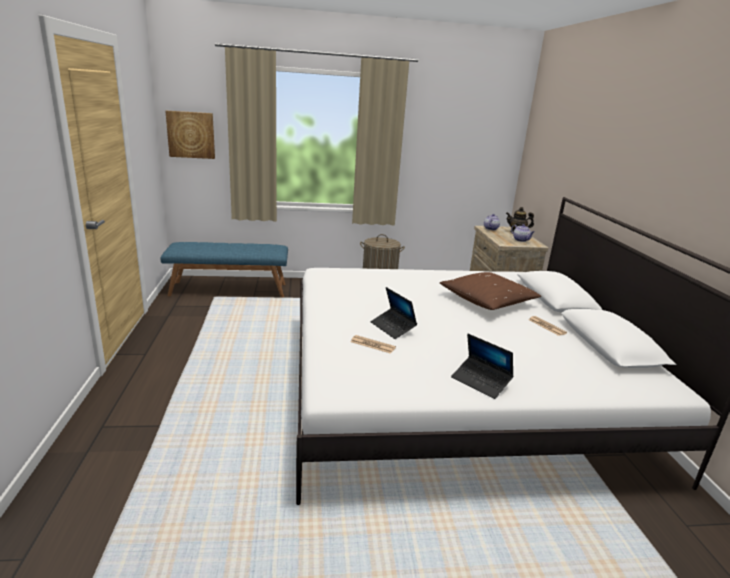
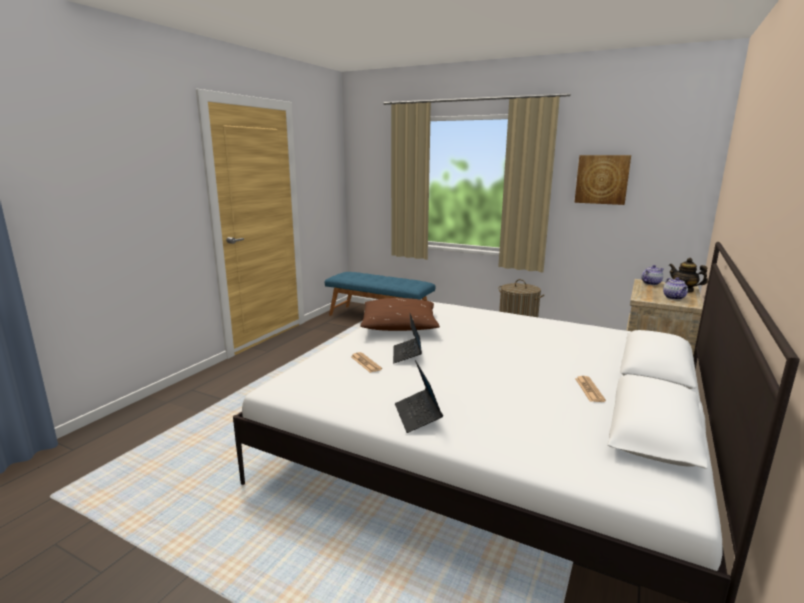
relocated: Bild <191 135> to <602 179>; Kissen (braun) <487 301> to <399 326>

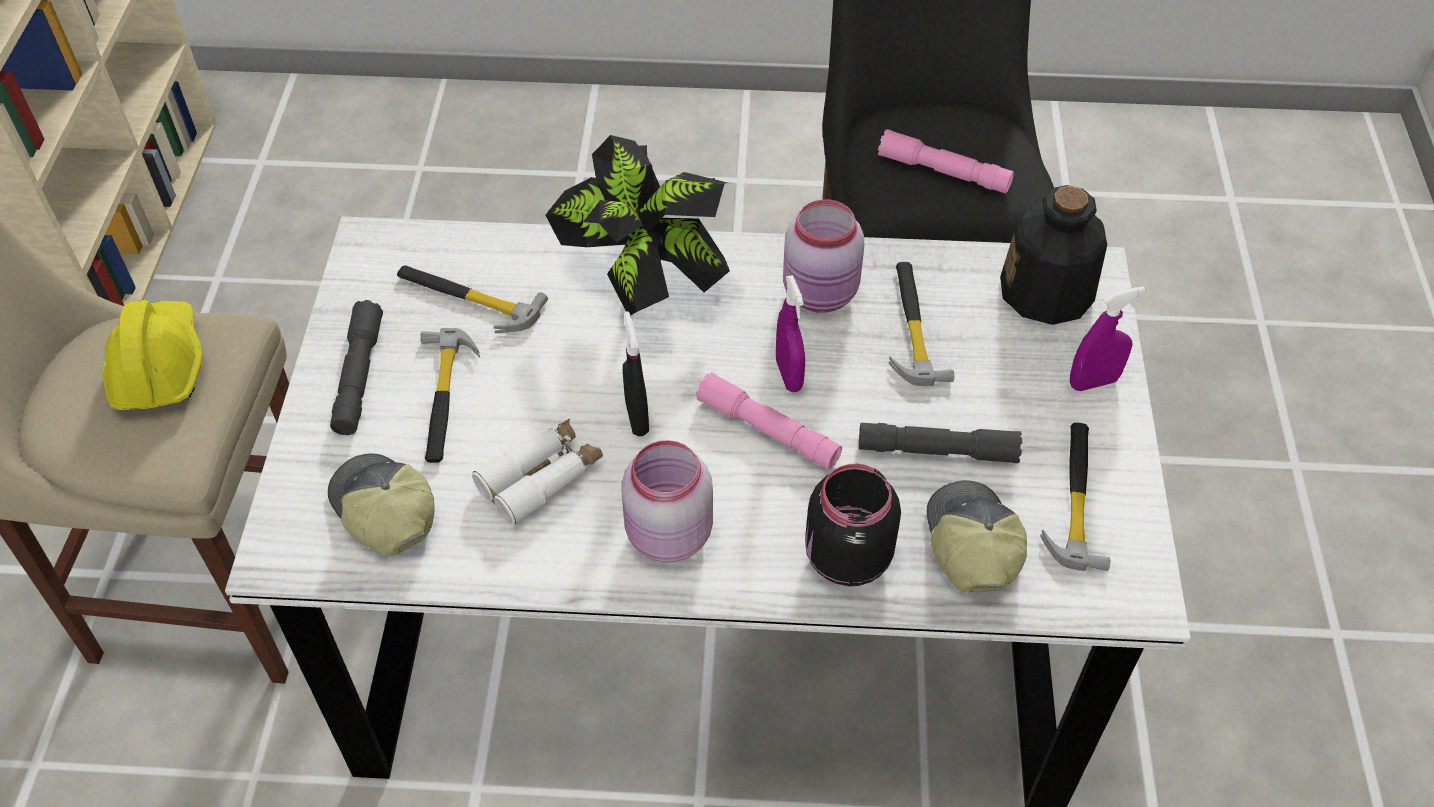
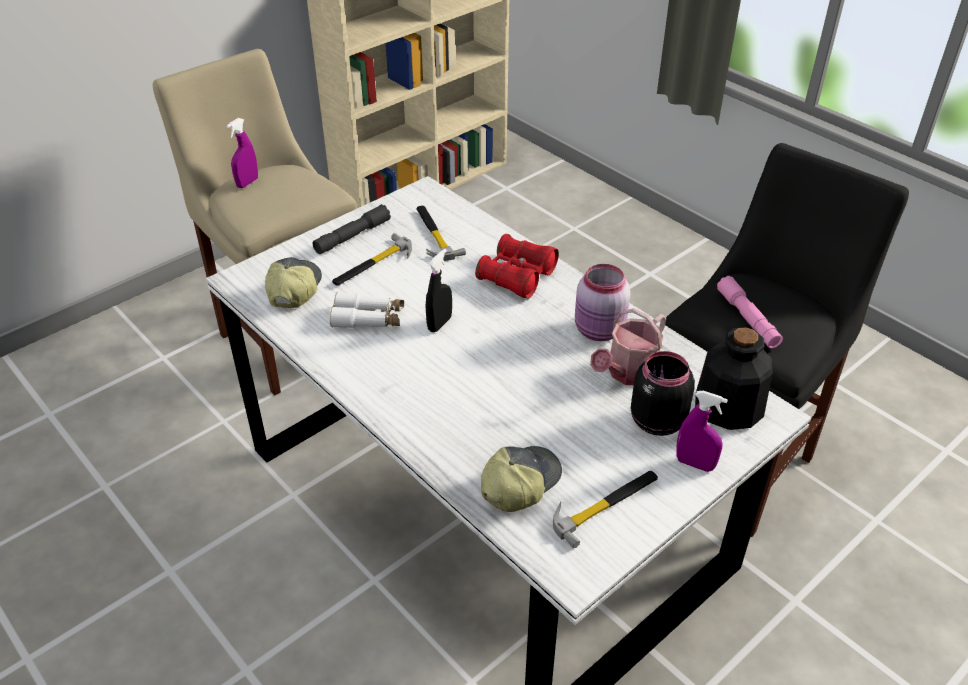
missing: Schutzhelm (gelb) <158 365>; Vorratsglas (rosa) <666 535>; Taschenlampe (rosa) <768 430>; Taschenlampe (grau) <937 451>
relocated: Sprühflasche (lila) <789 375> to <247 183>; Vorratsglas (schwarz) <845 559> to <655 420>
exchanged: Topfpflanze <645 287> to Fernglas (rot) <517 276>; Hammer <912 325> to Gießkanne <627 373>

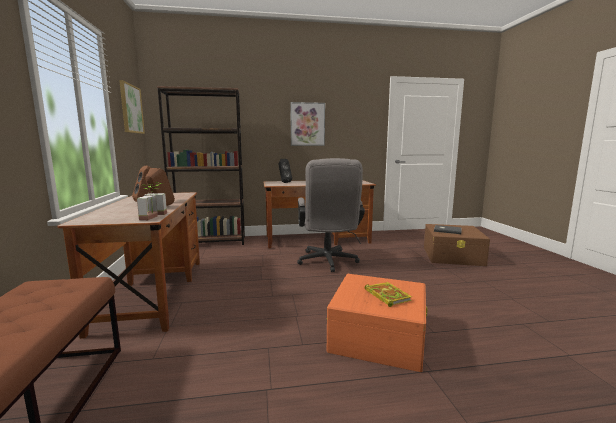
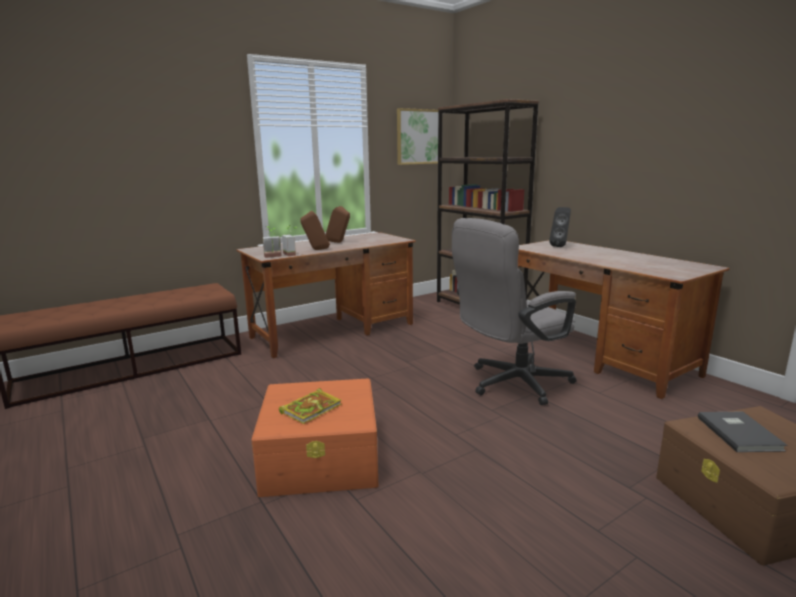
missing: Bild <307 124>

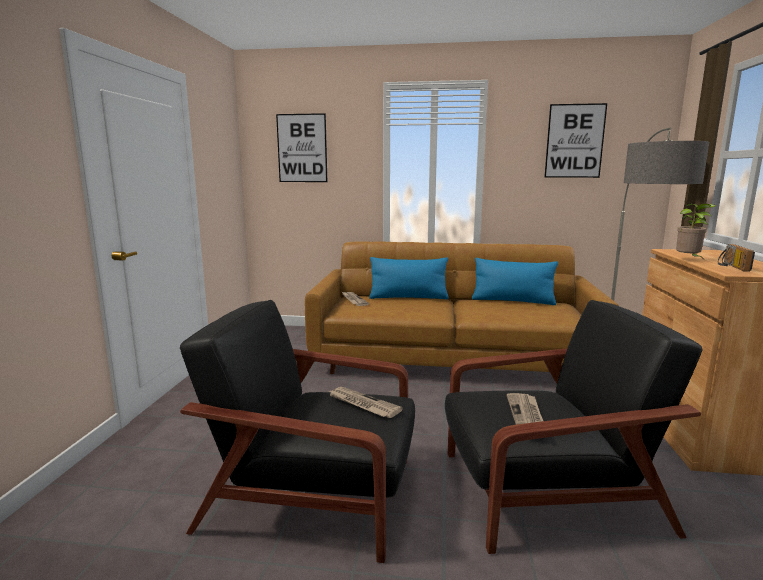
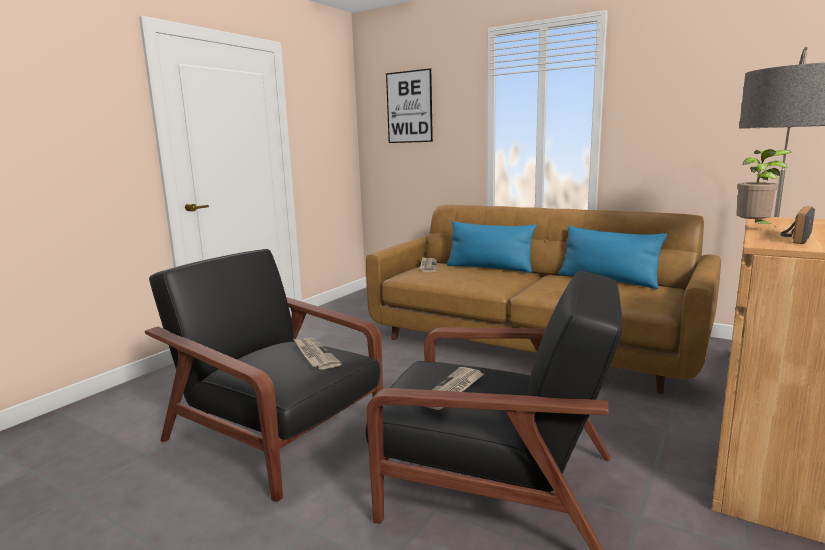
missing: Bild <574 141>

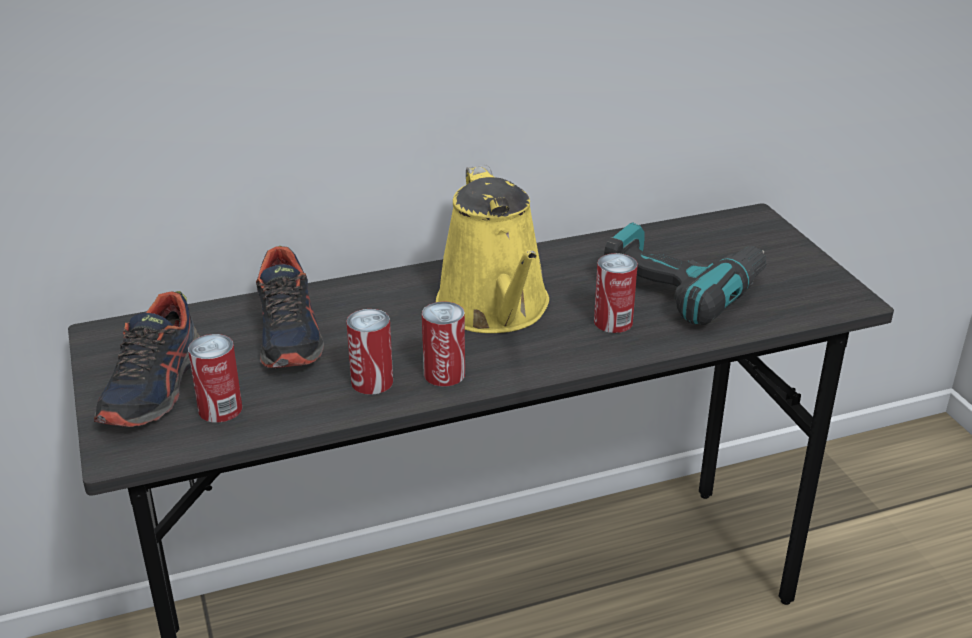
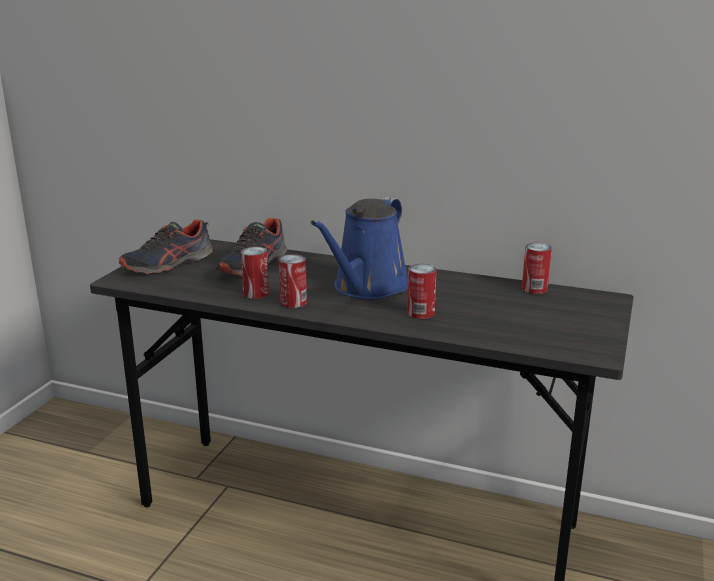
missing: Bohrmaschine <681 286>
relocated: Dose <220 409> to <534 288>
colour: Gießkanne (gelb) <495 309> to Gießkanne (blau) <367 288>

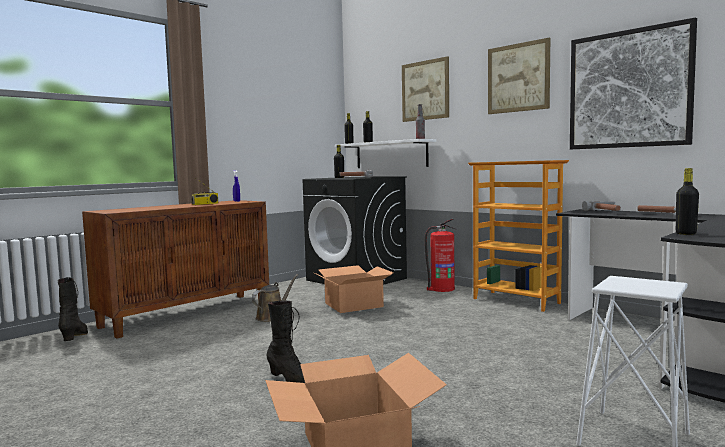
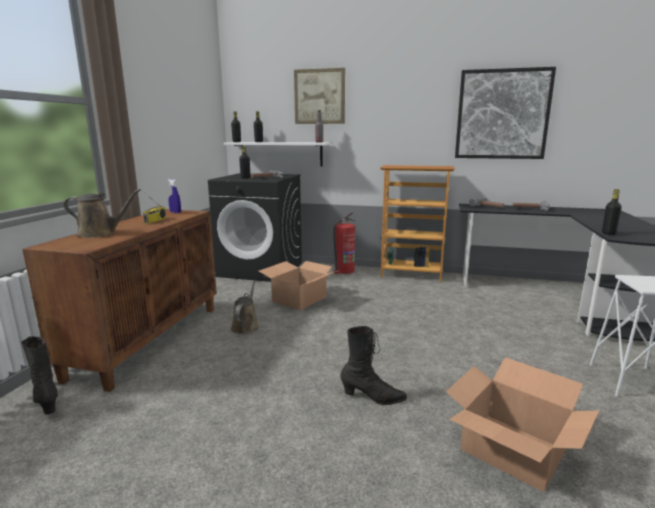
missing: Bild <518 77>
appeared: Gießkanne (braun) <100 233>

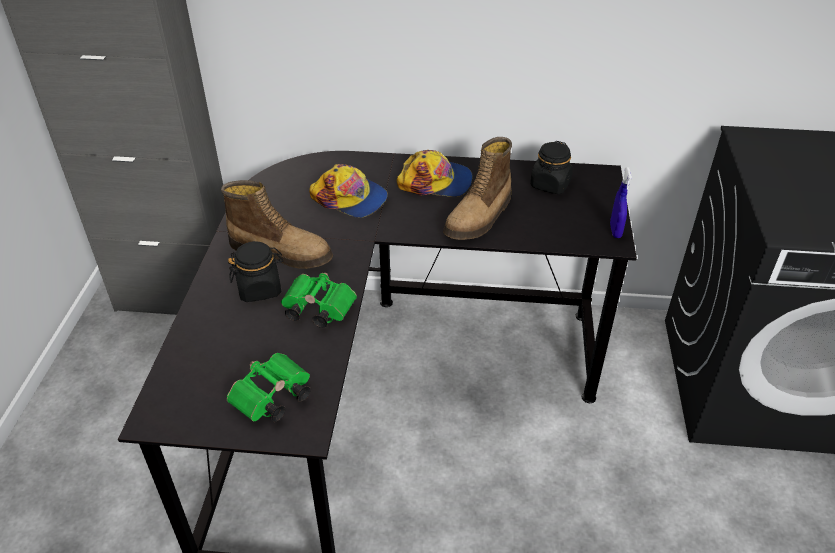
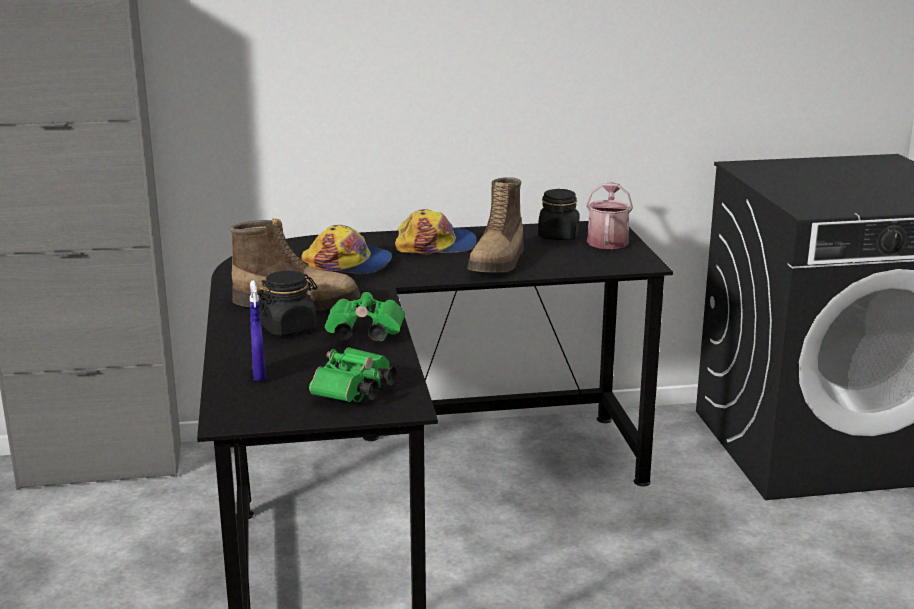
appeared: Gießkanne <607 240>
relocated: Sprühflasche (blau) <615 231> to <259 375>

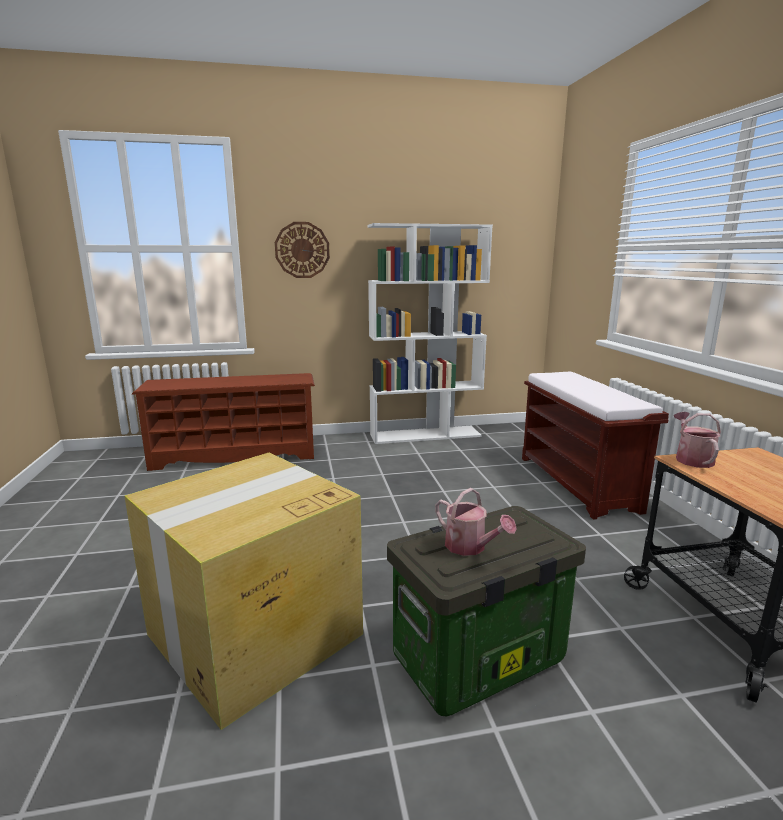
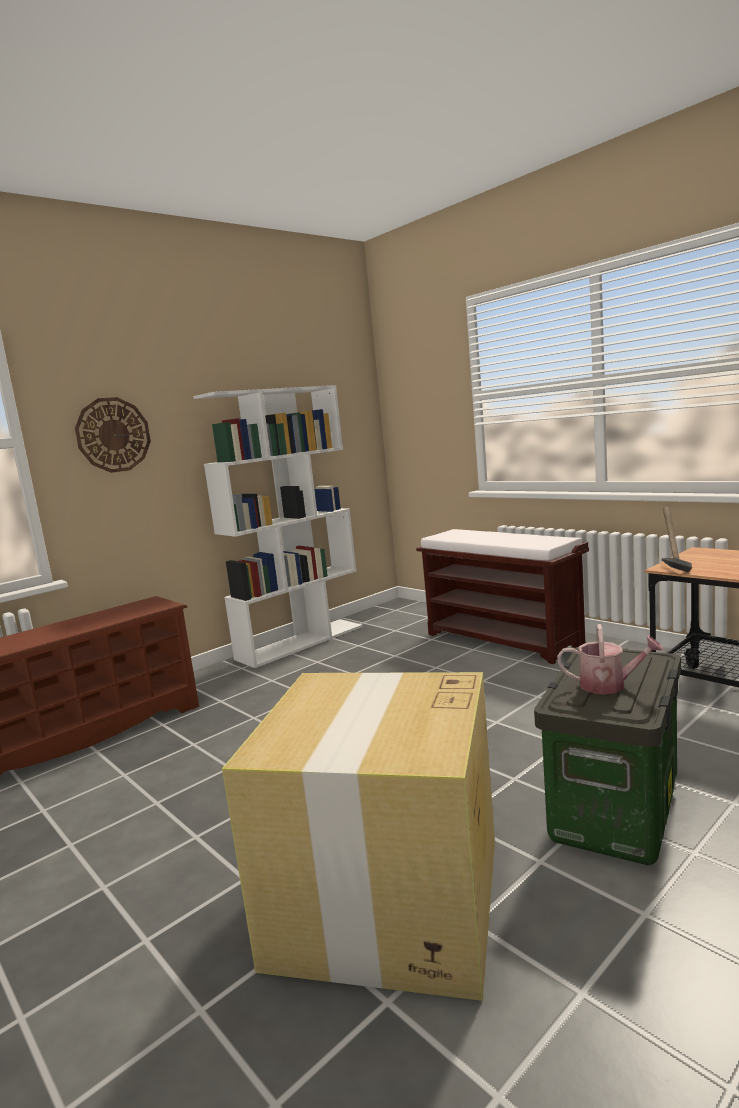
exchanged: Gießkanne <691 459> to Hammer <671 565>

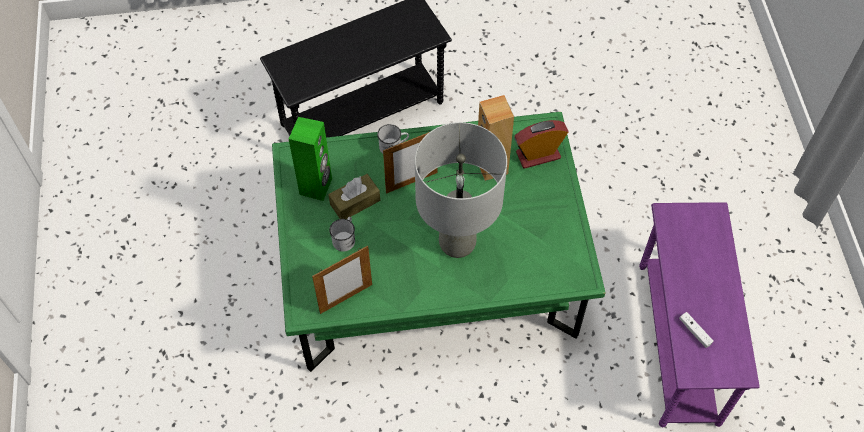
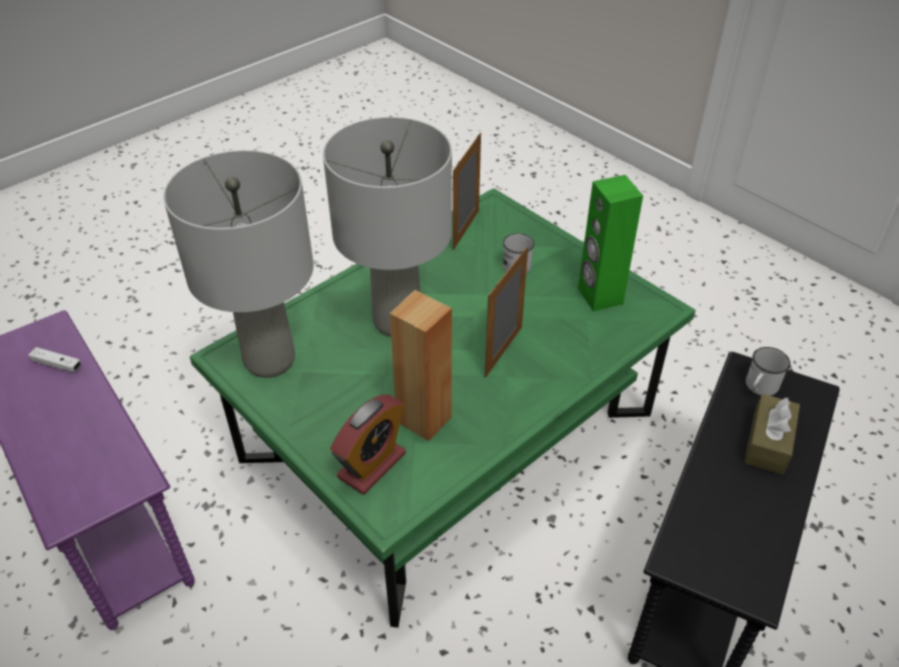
appeared: Tischlampe (grau) <270 359>
relocated: Taschentuchbox (braun) <355 202> to <768 443>; Henkelbecher (weiß) <393 146> to <759 387>

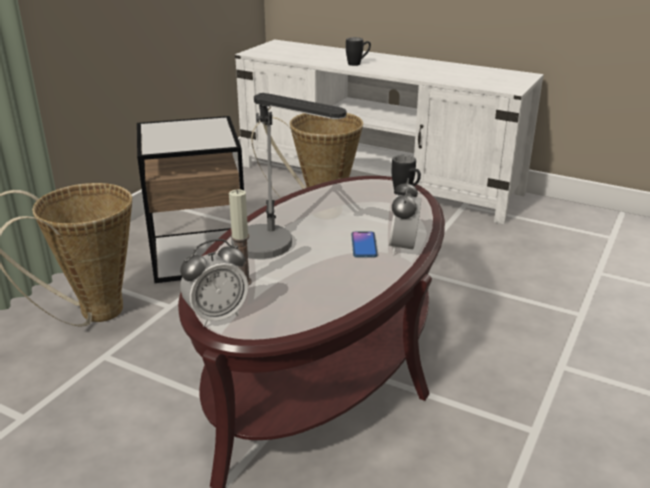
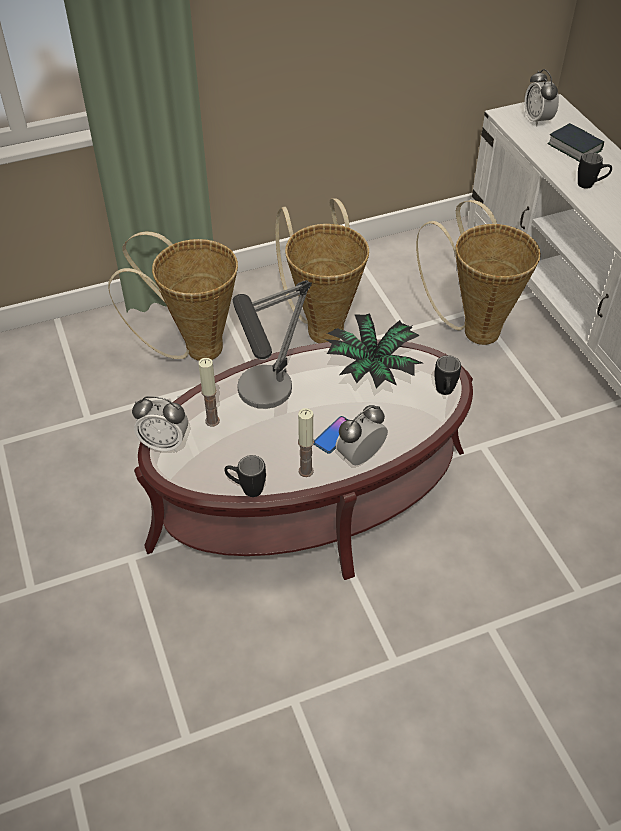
appeared: Henkelbecher (schwarz) <246 489>; Kerze <306 471>; Topfpflanze <371 368>; Wecker <537 120>; Buch <574 147>
exchanged: Beistelltisch <198 254> to Korb <323 326>

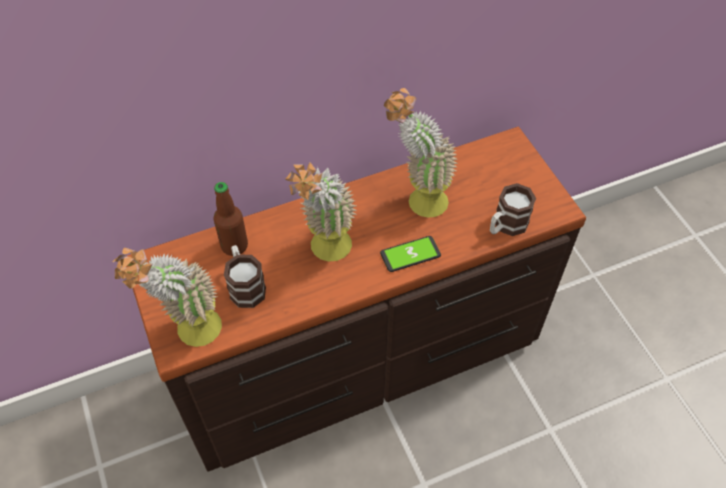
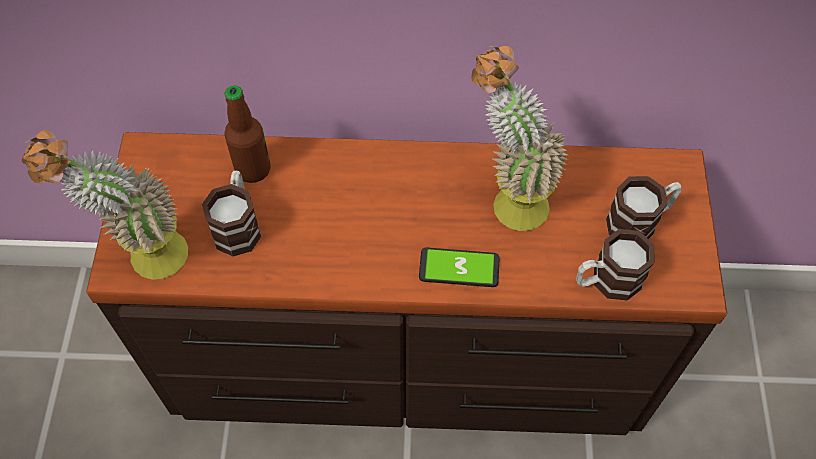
missing: Topfpflanze <326 253>
appeared: Henkelbecher <639 221>

